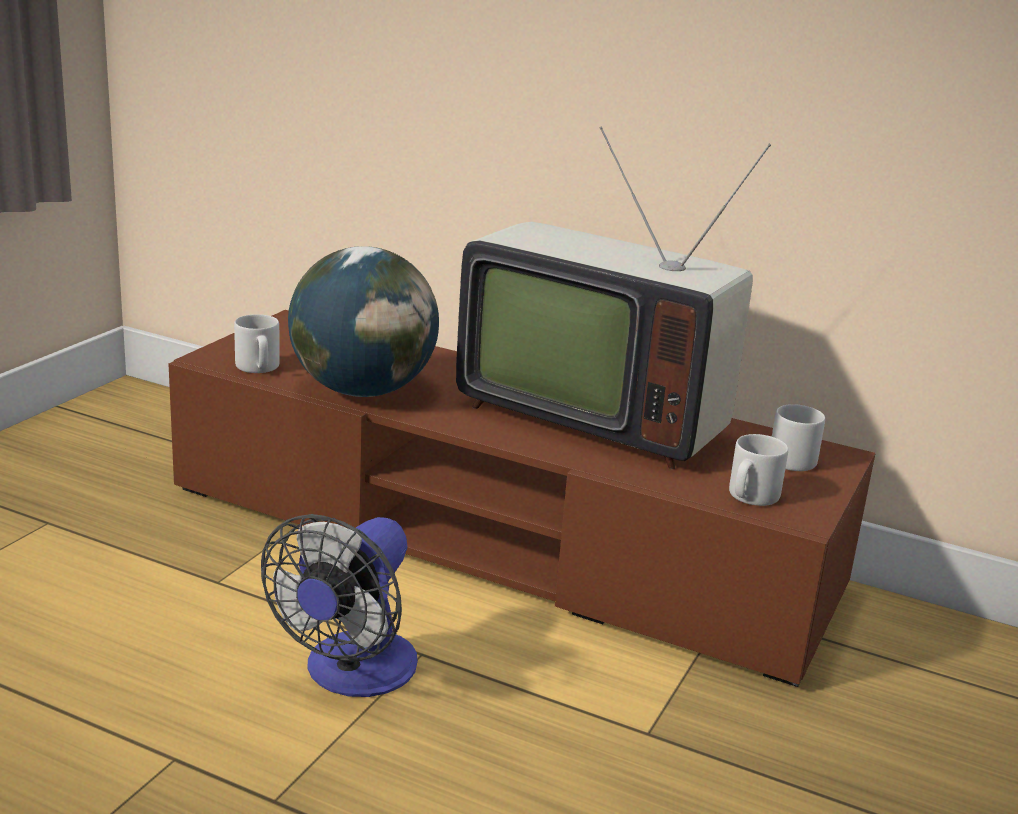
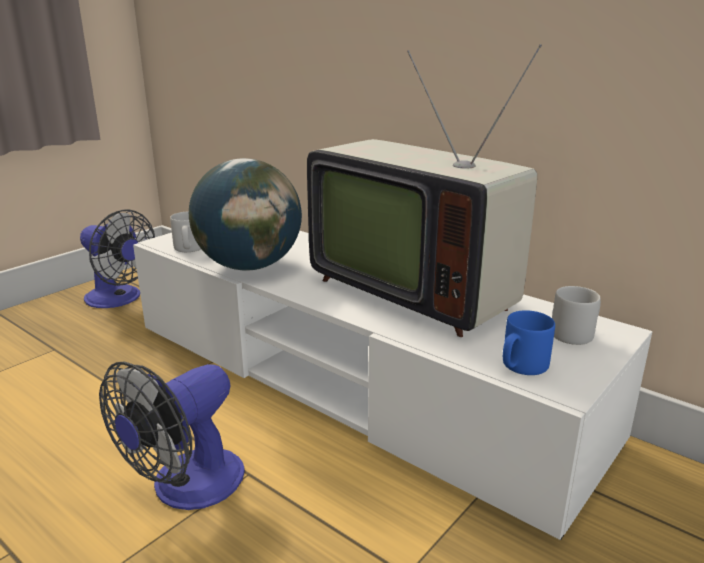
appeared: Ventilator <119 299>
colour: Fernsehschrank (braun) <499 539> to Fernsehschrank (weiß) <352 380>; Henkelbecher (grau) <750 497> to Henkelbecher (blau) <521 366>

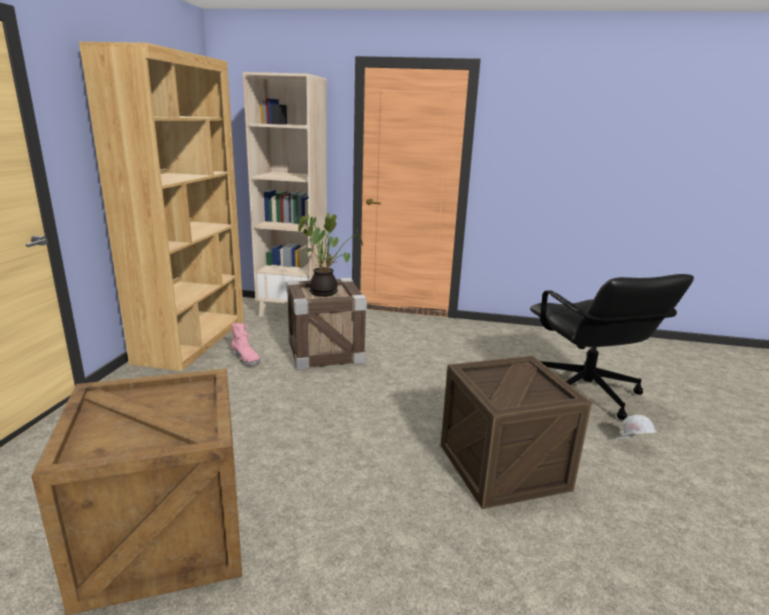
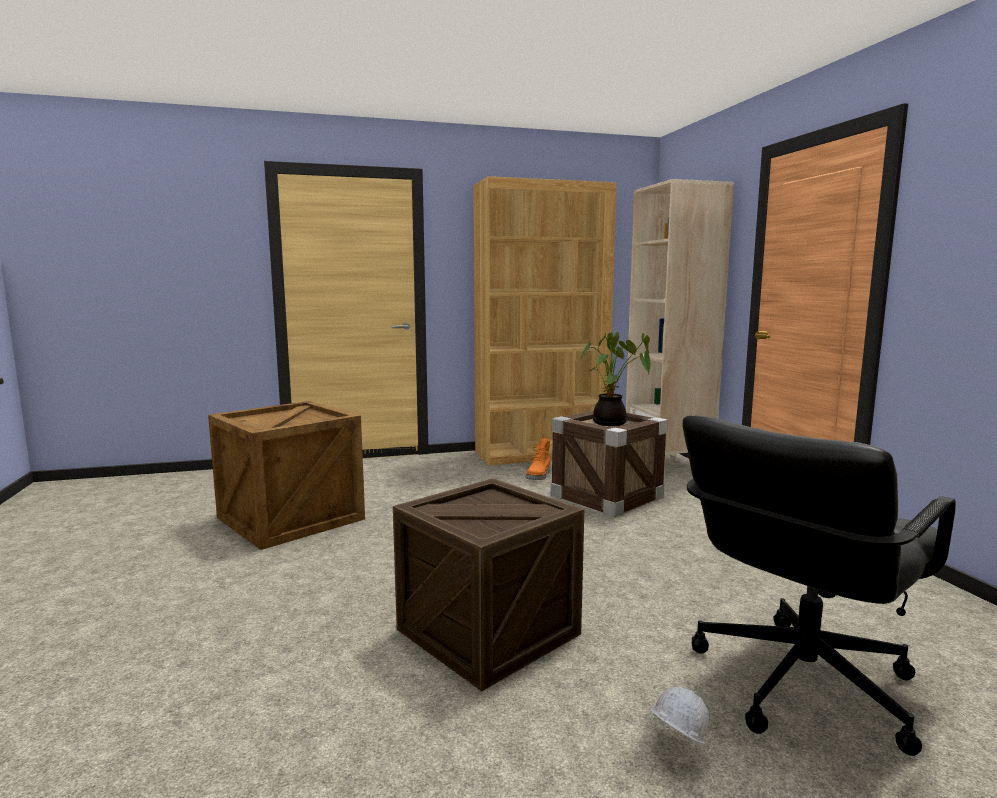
colour: Stiefel (rosa) <246 359> to Stiefel (orange) <539 476>

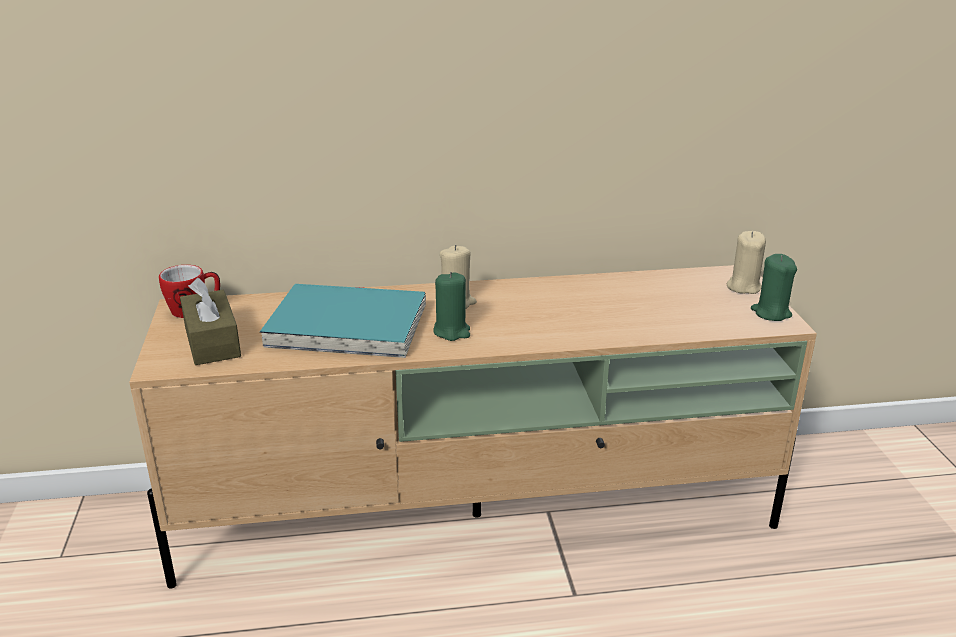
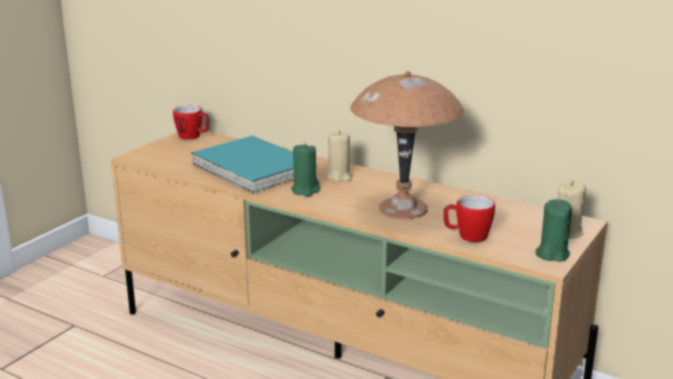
missing: Taschentuchbox (braun) <212 342>
appeared: Tischlampe (braun) <403 209>; Henkelbecher <467 236>

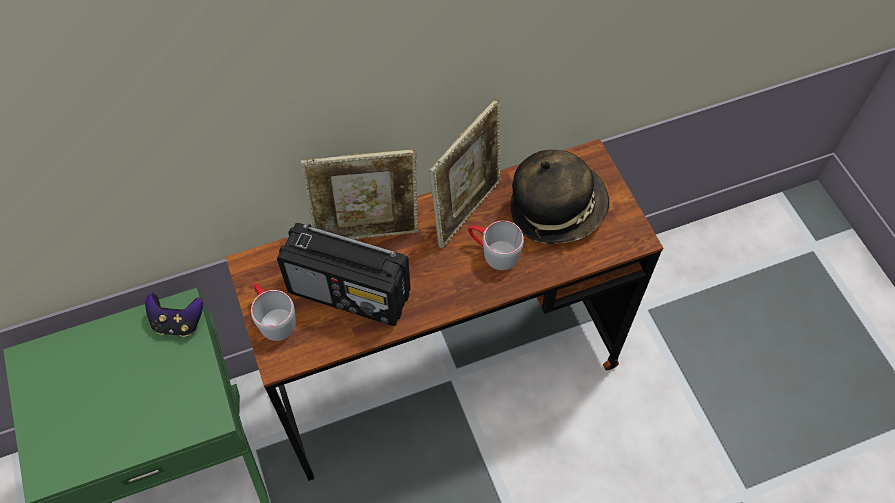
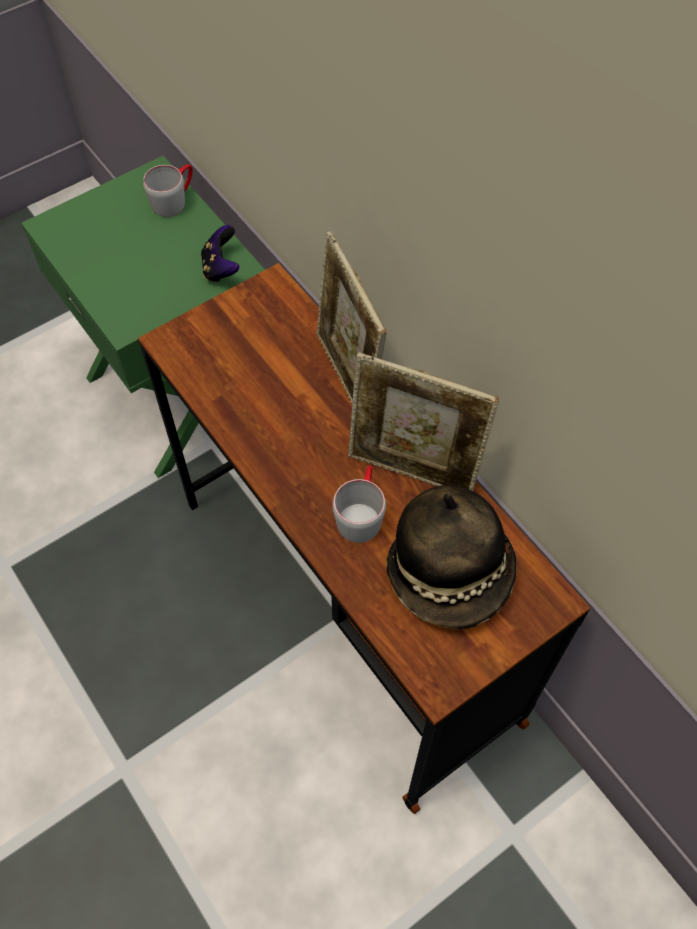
missing: Radio <350 293>
relocated: Henkelbecher (grau) <273 318> to <174 200>

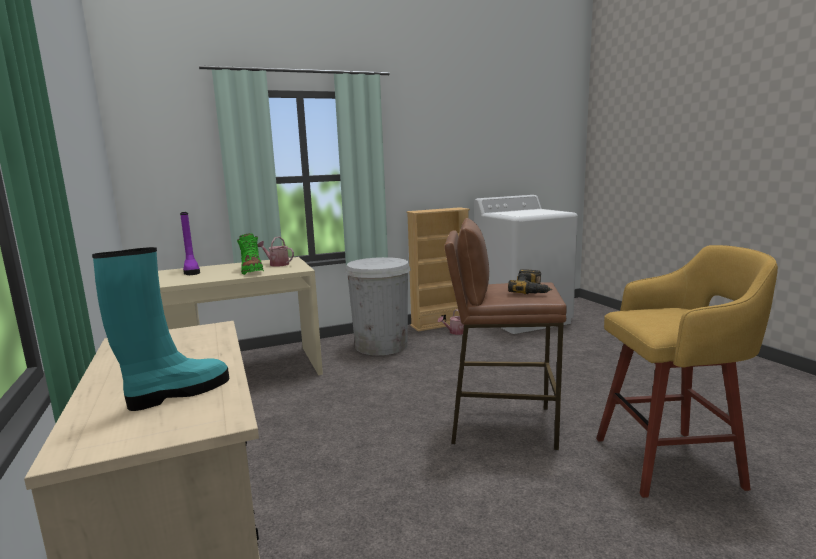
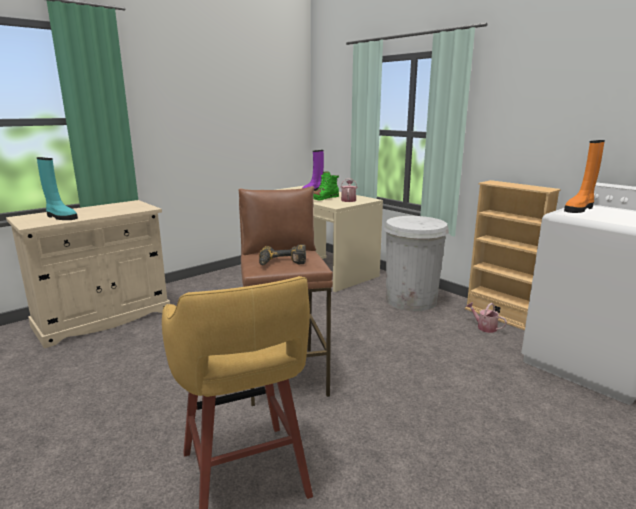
appeared: Stiefel (orange) <579 209>

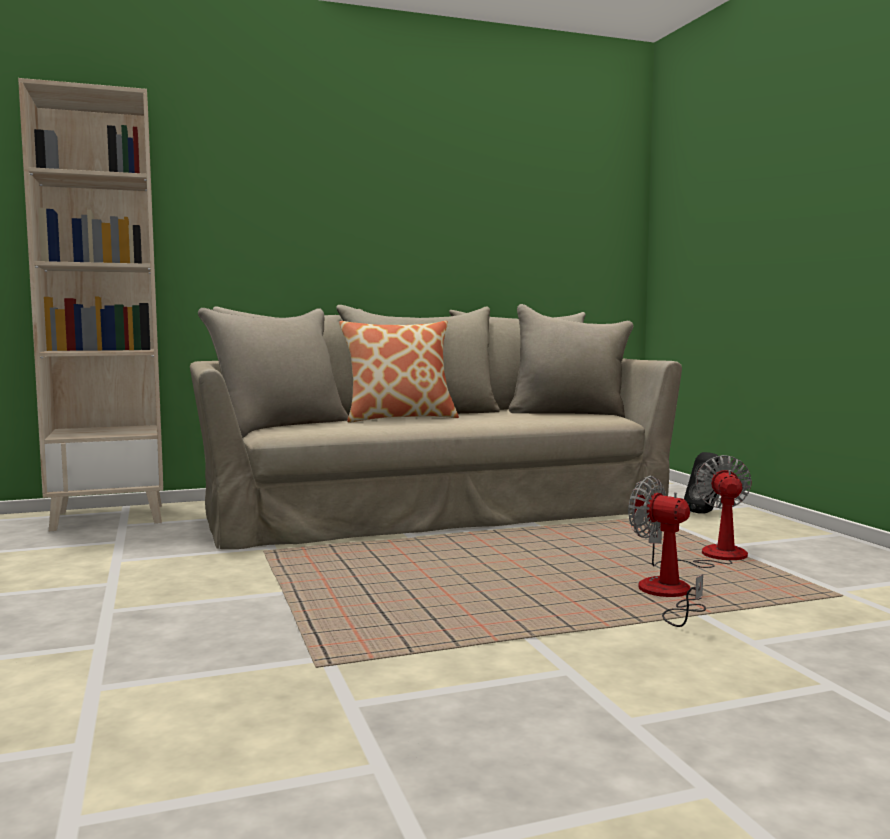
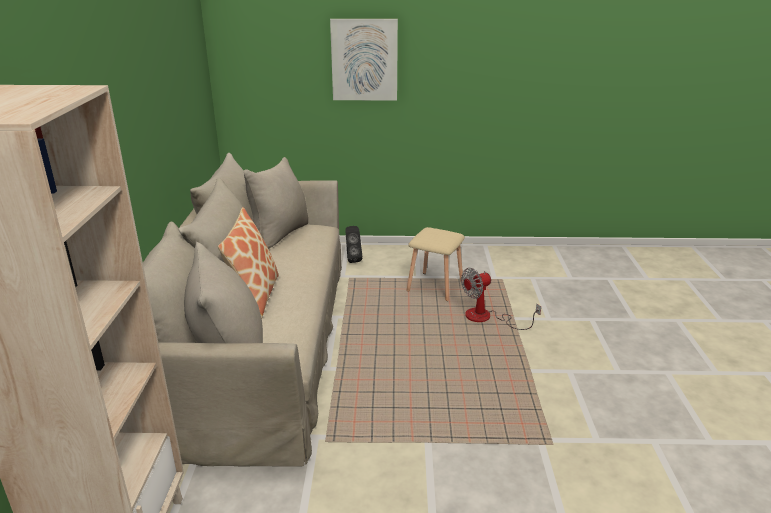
appeared: Bild <364 60>
exchanged: Ventilator <712 557> to Hocker (beige) <435 287>

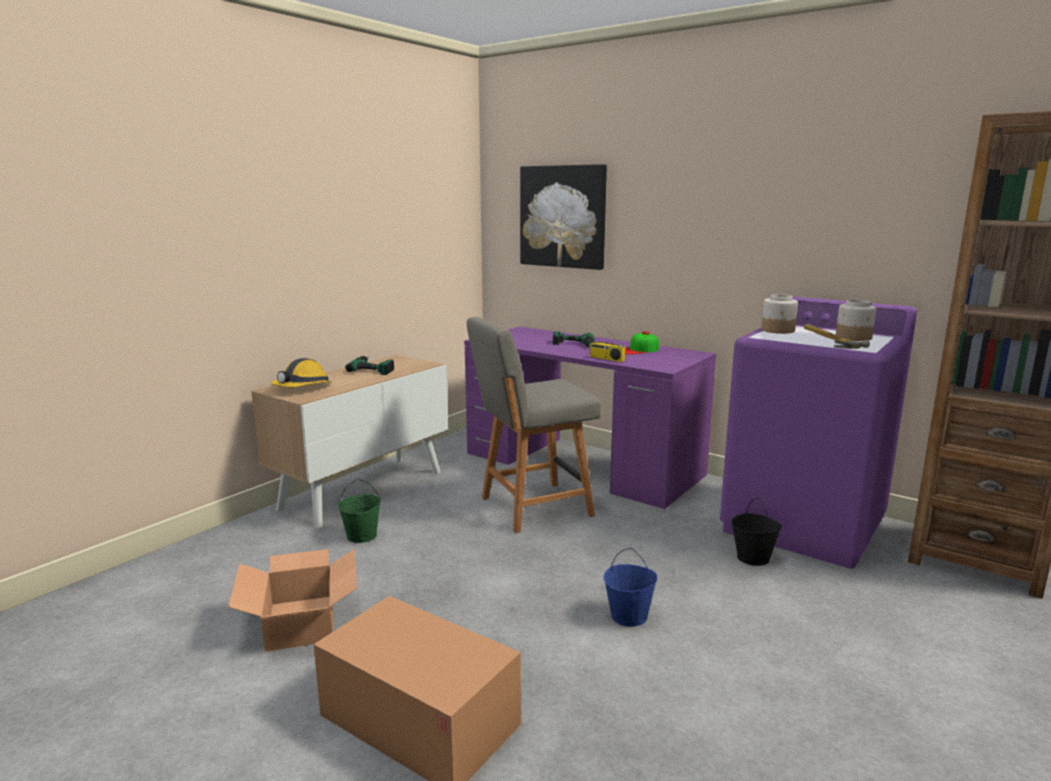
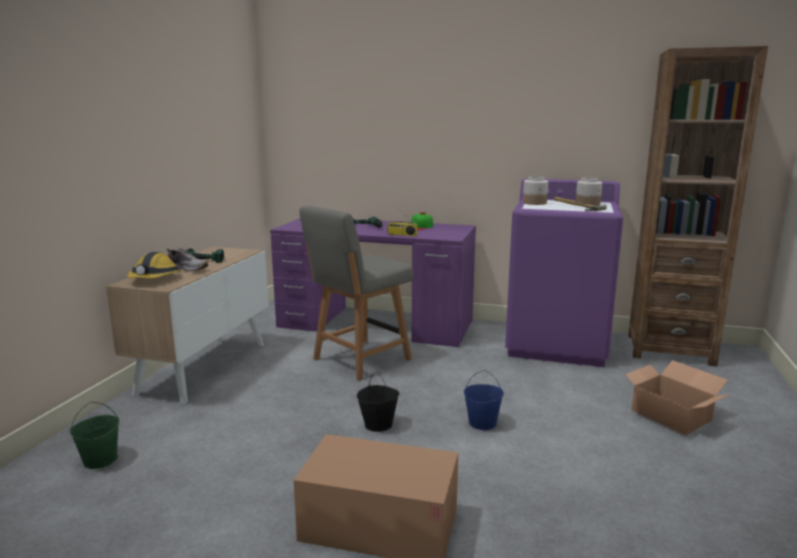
missing: Bild <563 216>
appeared: Schuh <188 269>
relocated: Karton <302 622> to <670 415>; Eimer (grün) <362 535> to <100 459>; Eimer (schwarz) <753 558> to <378 425>

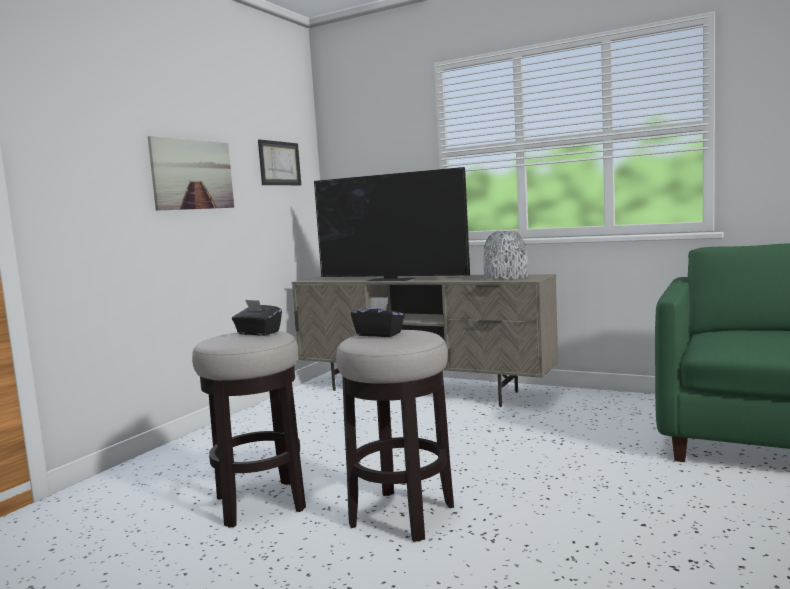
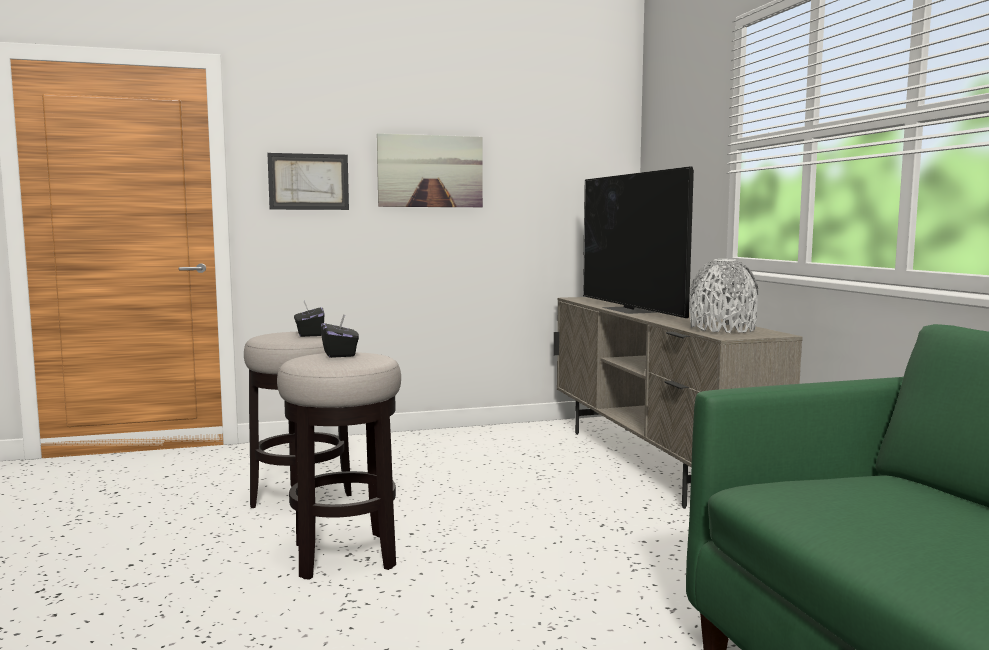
relocated: Bild <279 163> to <308 181>

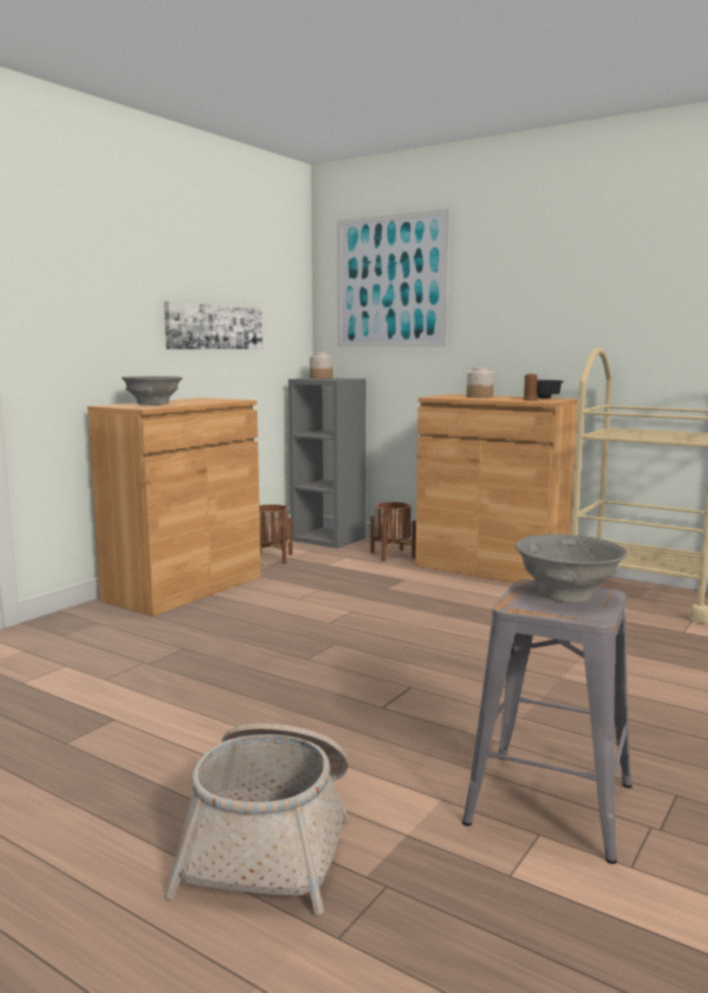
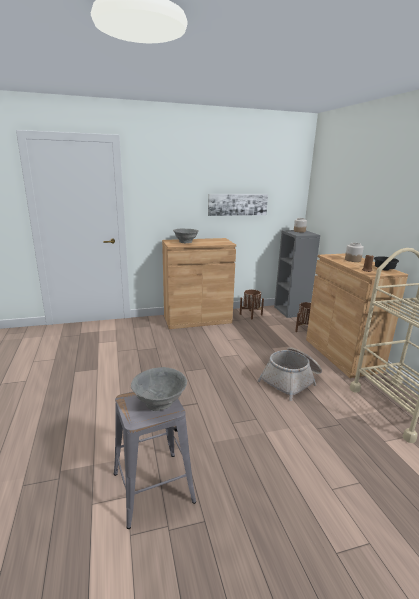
missing: Bild <390 282>
relocated: Korb <271 840> to <291 381>

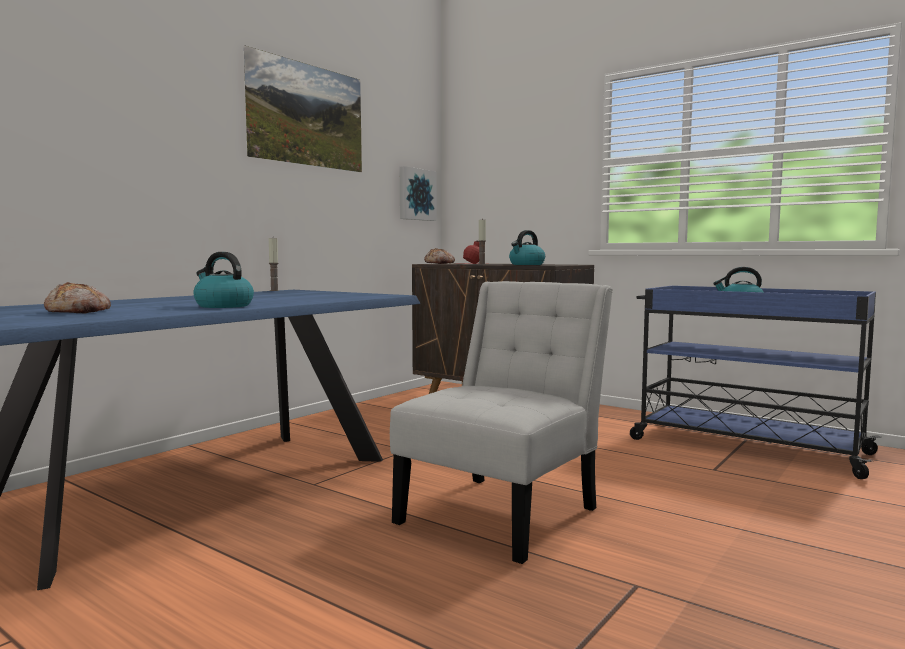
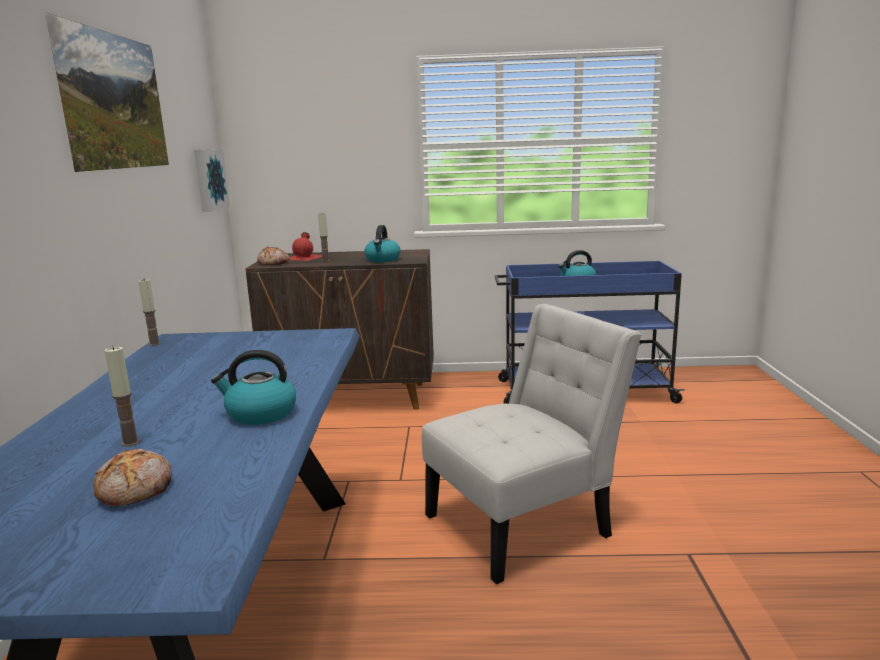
appeared: Kerze <130 442>
spun: Stuhl (weiß) <504 512> = <525 522> 60 degrees clockwise

